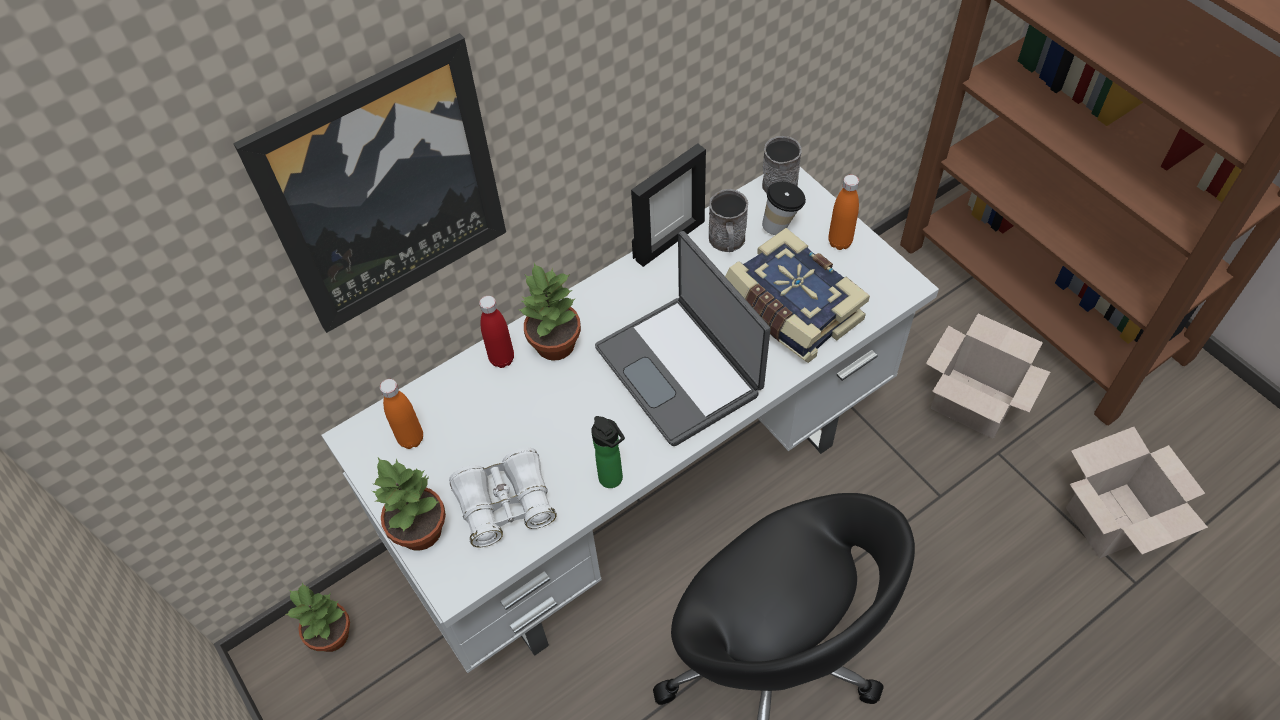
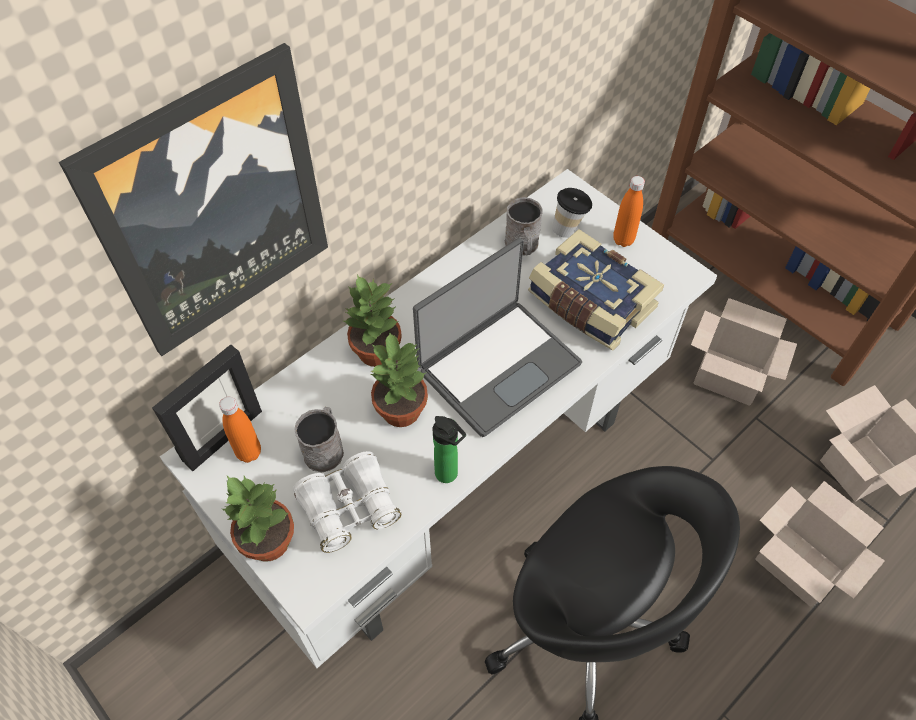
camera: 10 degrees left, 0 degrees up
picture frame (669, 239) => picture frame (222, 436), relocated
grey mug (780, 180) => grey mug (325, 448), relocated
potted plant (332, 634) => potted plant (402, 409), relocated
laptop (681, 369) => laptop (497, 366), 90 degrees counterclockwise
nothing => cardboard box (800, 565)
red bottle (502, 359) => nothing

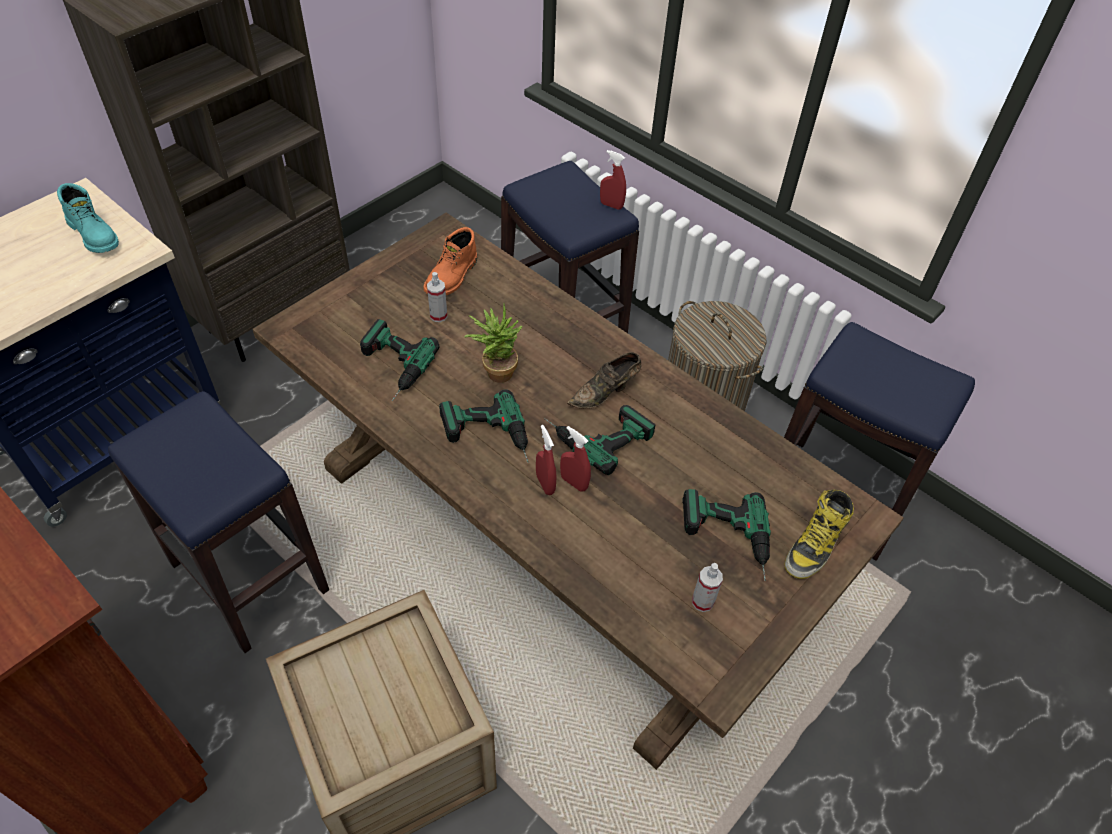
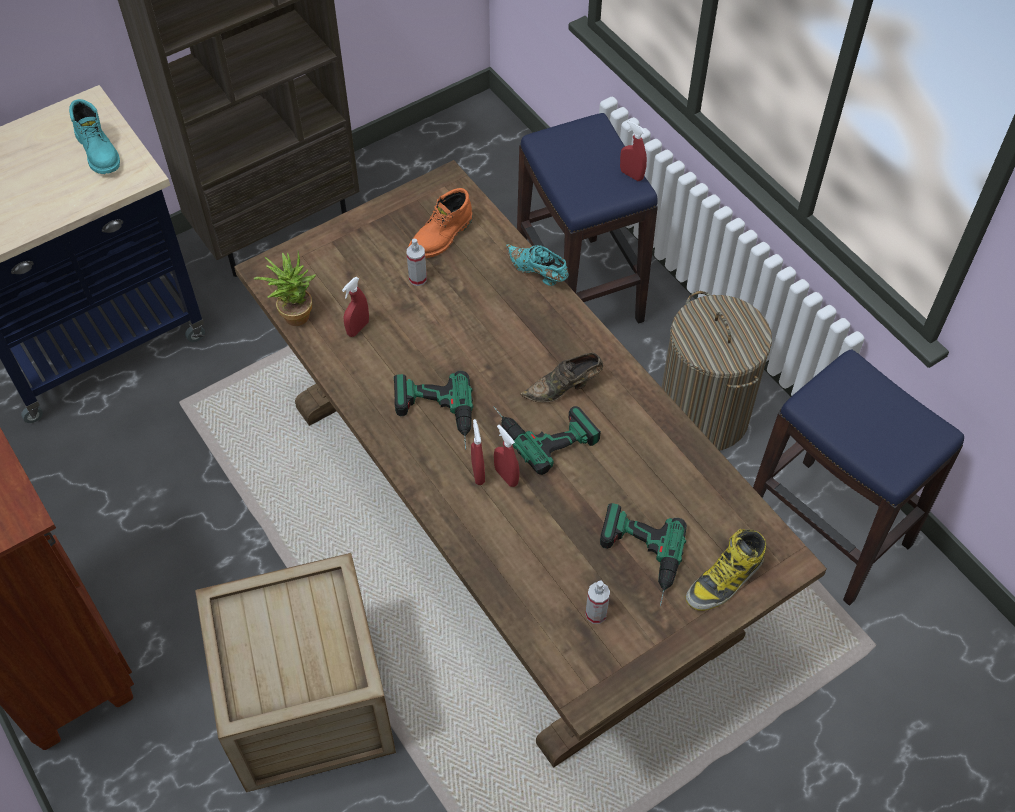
camera: 15 degrees right, 5 degrees up
potted plant (495, 371) => potted plant (293, 313), relocated
power drill (390, 367) => red spray bottle (358, 328)
nothing => turquoise shoe (537, 273)
stool (249, 577) => nothing

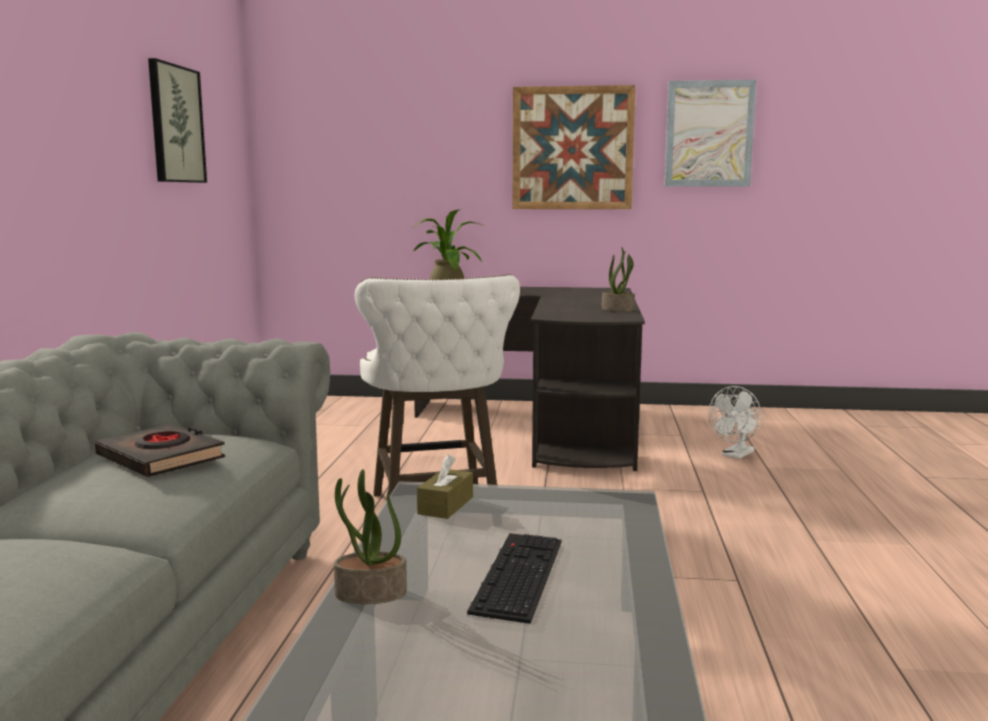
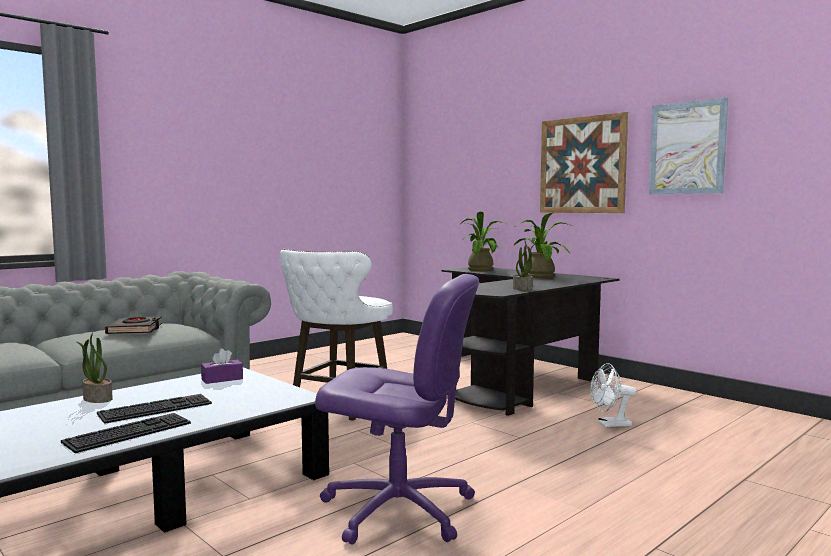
camera: 40 degrees right, 5 degrees down
nothing => keyboard (129, 432)
brown tissue box (445, 505) => purple tissue box (222, 379)
nothing => purple office chair (398, 510)
nothing => potted plant (539, 276)
picture (175, 124) => nothing

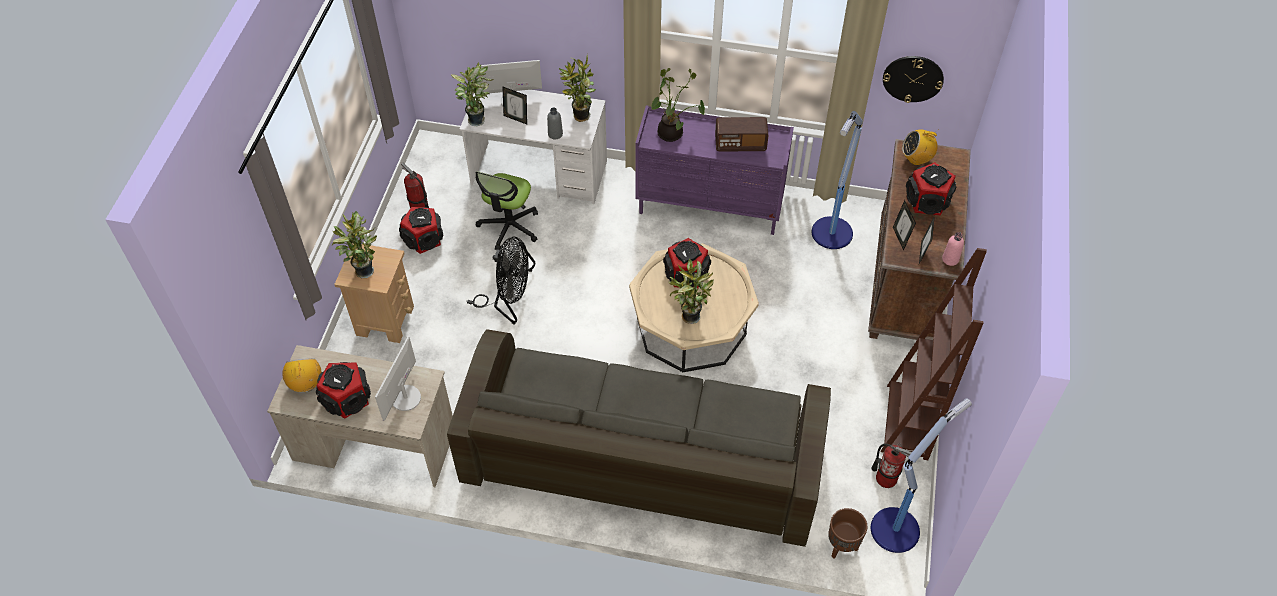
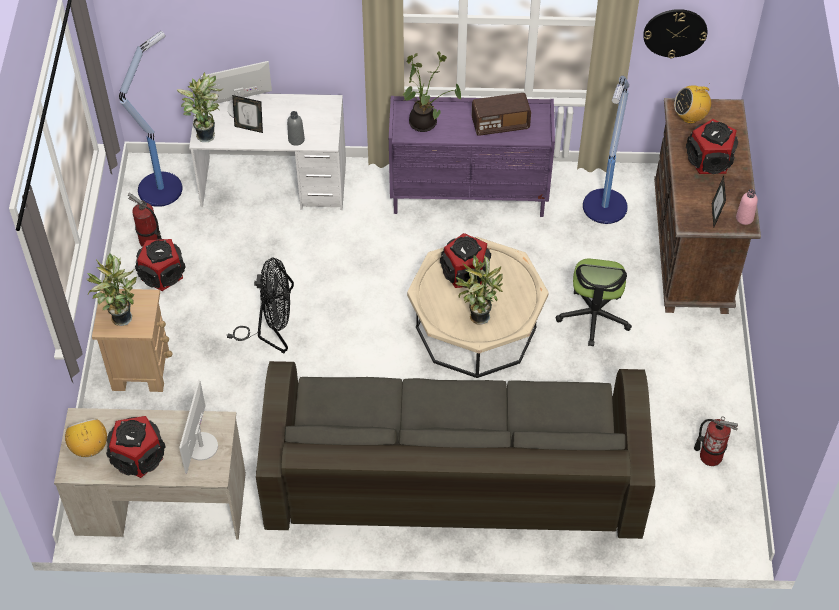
camera: 10 degrees left, 0 degrees up
floor lamp (896, 528) => floor lamp (161, 188), relocated
office chair (509, 227) => office chair (594, 317), relocated
potted plant (579, 117) => nothing
brown planter (841, 546) => nothing
brown bookcase (907, 422) => nothing
picture frame (900, 238) => nothing

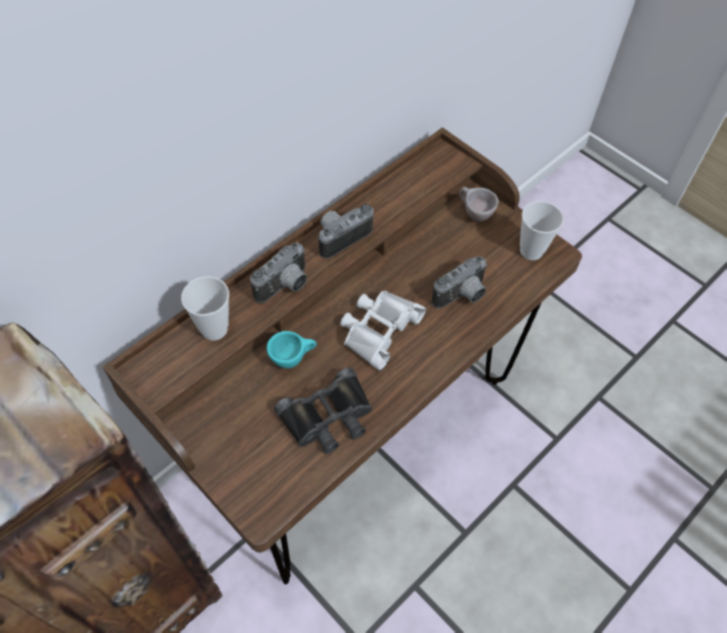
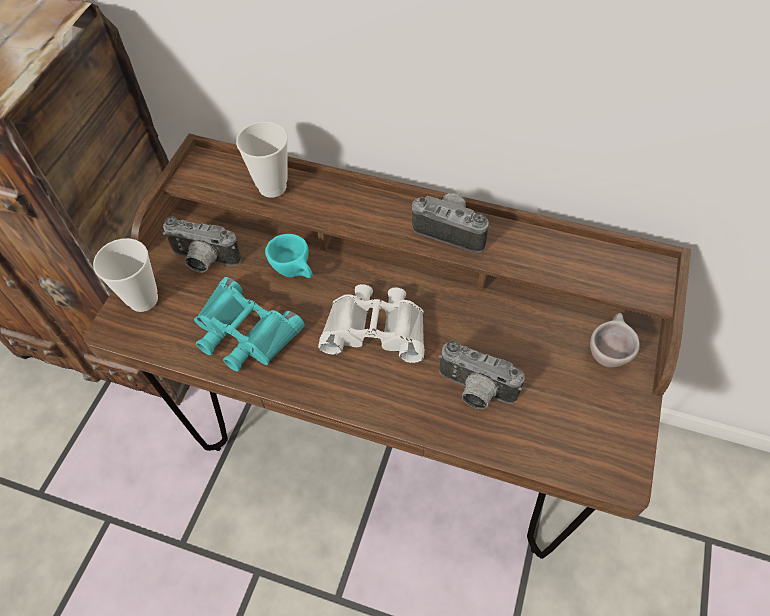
camera: 65 degrees right, 0 degrees up
cup (531, 251) => cup (143, 299), relocated
photo camera (285, 287) => photo camera (203, 261), relocated
black binoculars (328, 417) => turquoise binoculars (244, 333)

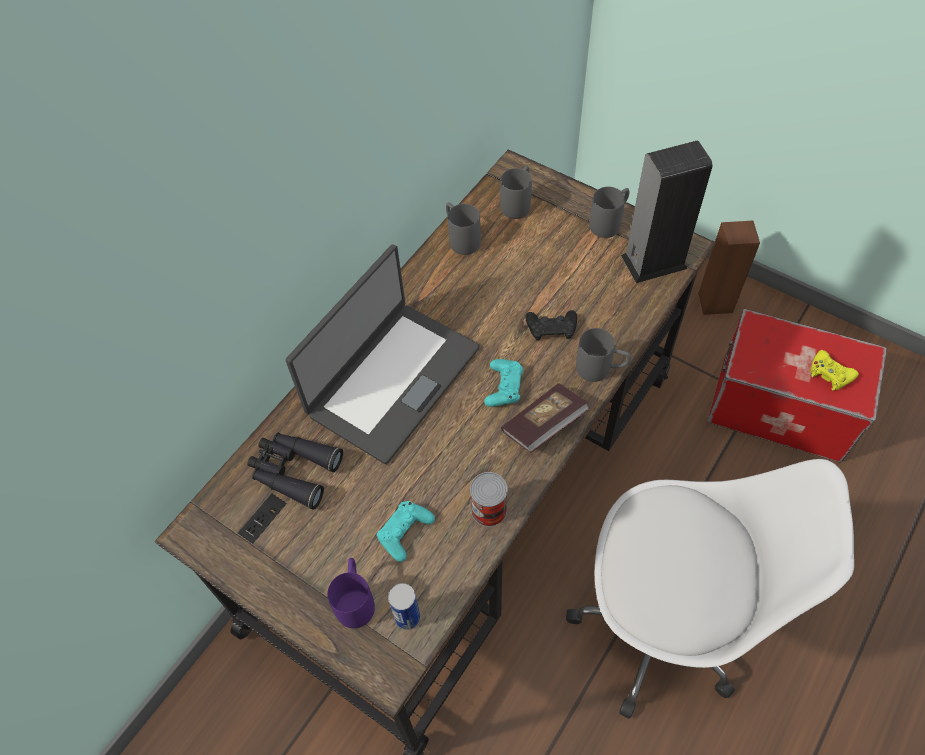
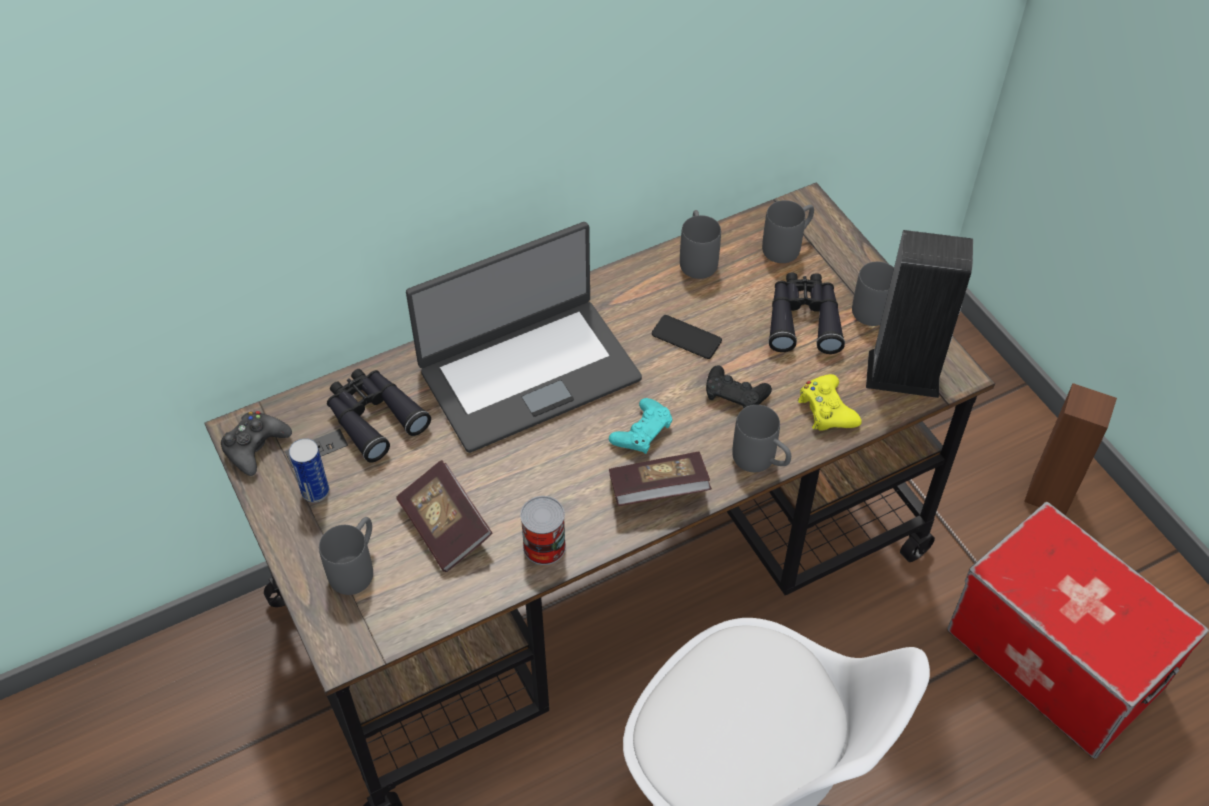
camera: 25 degrees right, 5 degrees down
nothing => black game controller (255, 447)
can (407, 617) => can (315, 492), relocated
purple mug (355, 599) => grey mug (357, 567)
turquoise game controller (405, 532) => book (445, 527)
nothing => phone (686, 337)
nothing => black binoculars (803, 319)
yellow game controller (829, 374) => yellow game controller (826, 410), relocated

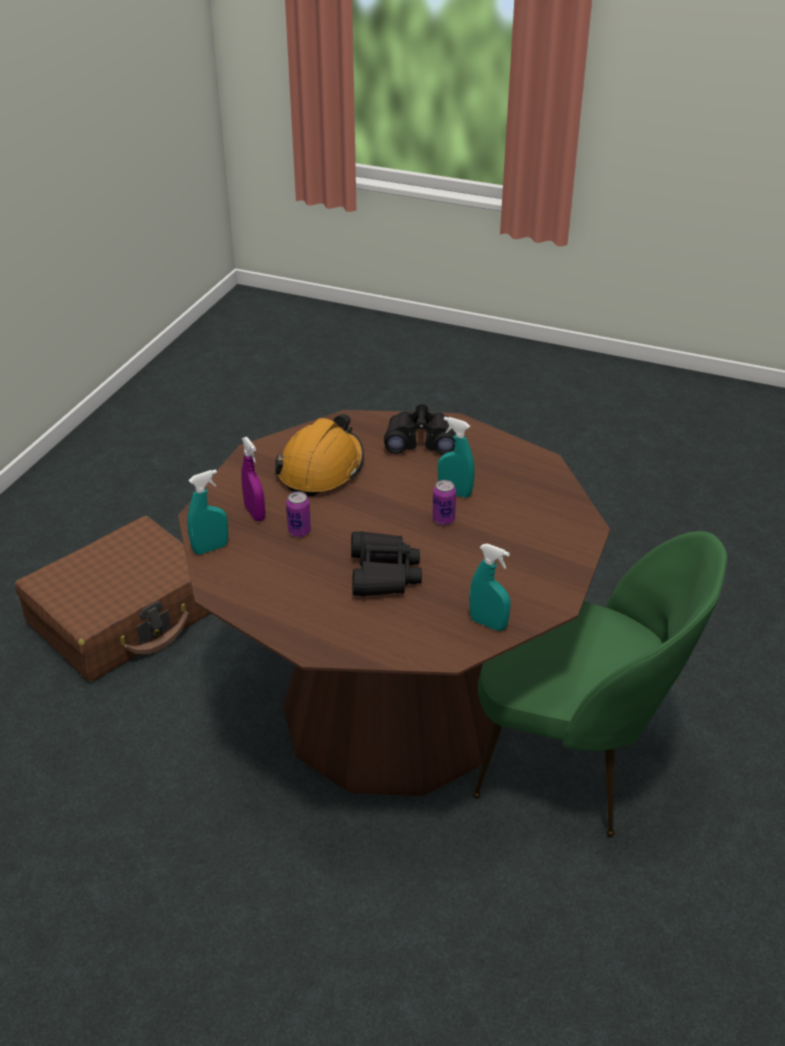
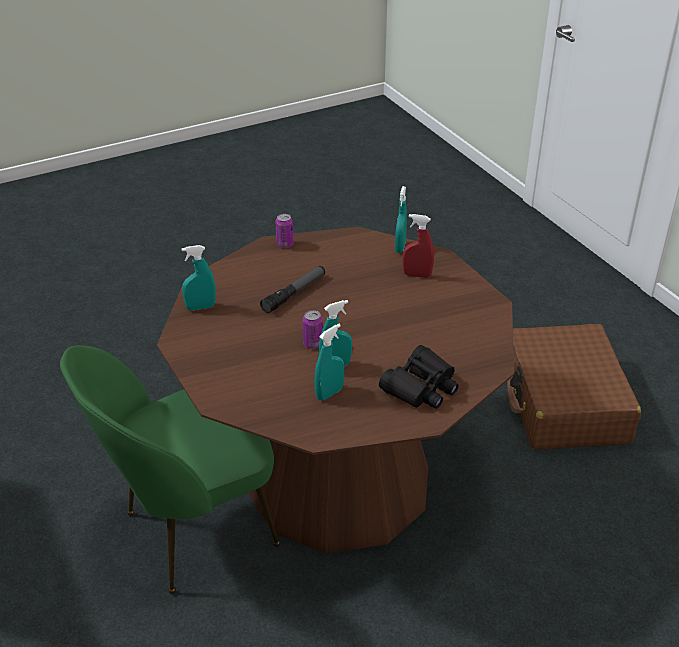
camera: 130 degrees right, 0 degrees up
black binoculars (383, 574) => flashlight (294, 293)
can (299, 531) => can (285, 244), relocated
nothing => turquoise spray bottle (329, 393)
purple spray bottle (255, 513) => red spray bottle (417, 275)
orange hard hat (321, 468) => nothing

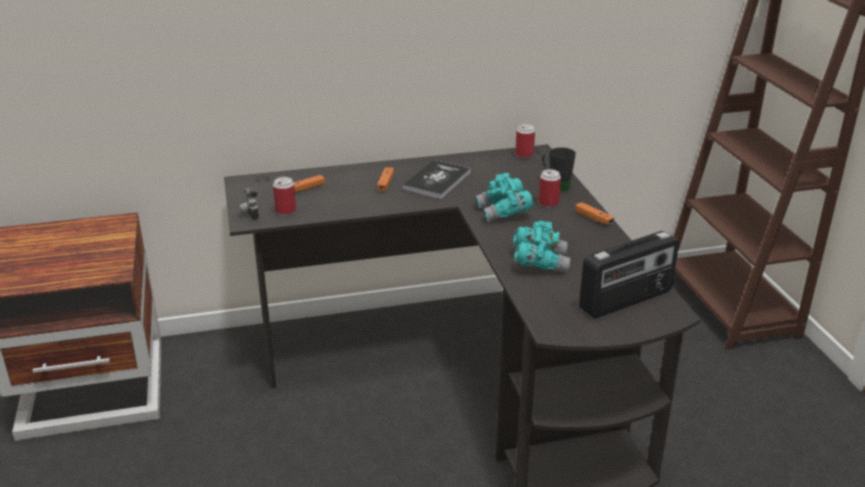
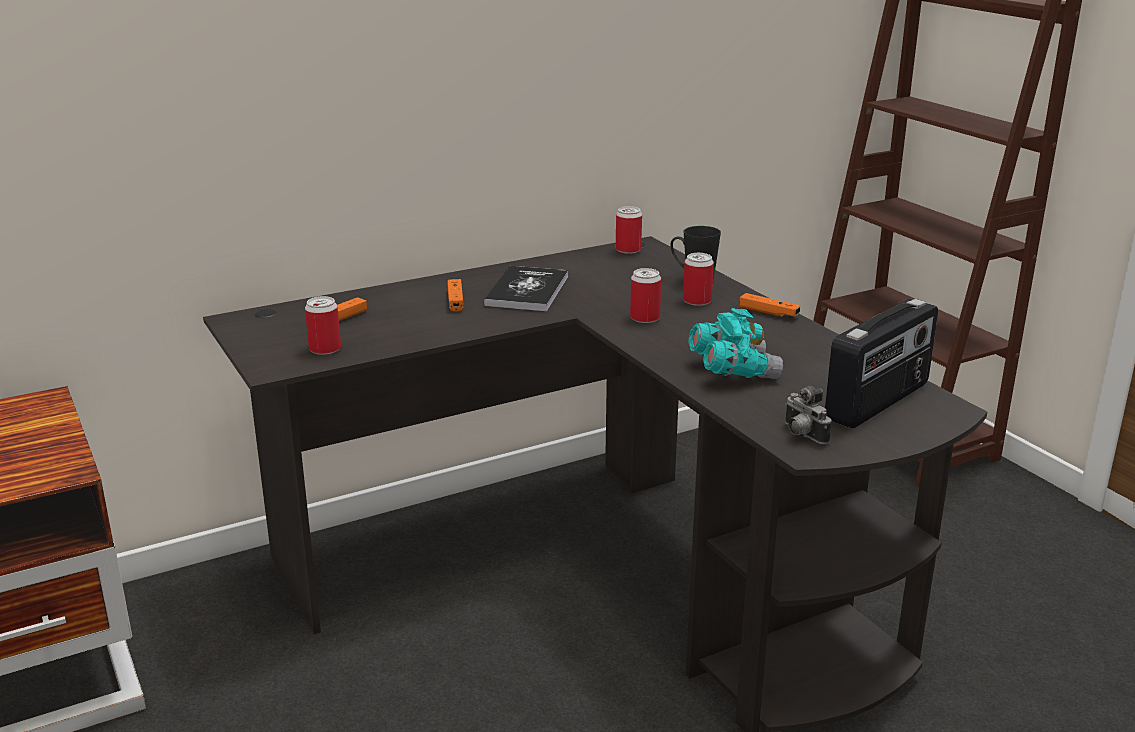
camera: 15 degrees left, 5 degrees down
turquoise binoculars (504, 212) => can (644, 318)
photo camera (250, 214) => photo camera (801, 435), relocated

